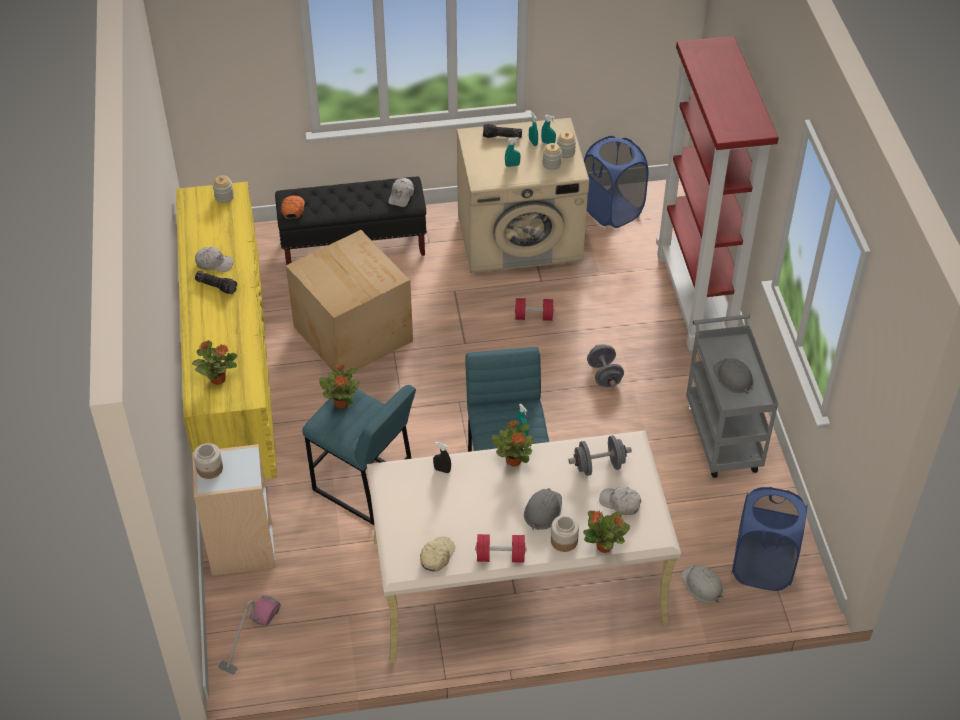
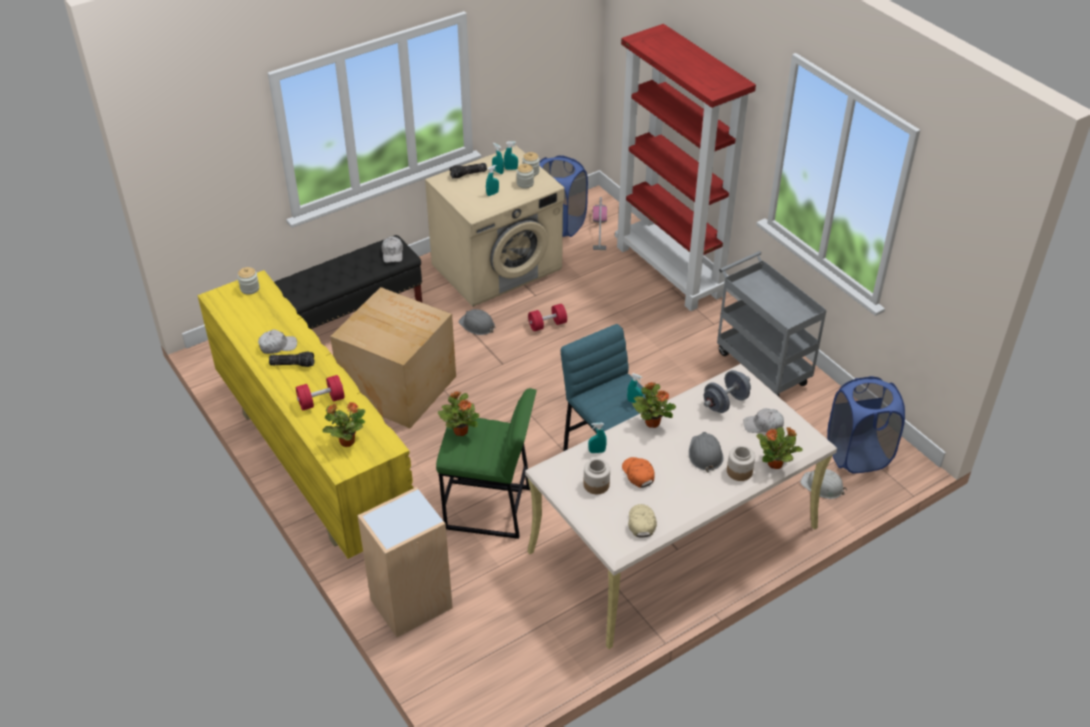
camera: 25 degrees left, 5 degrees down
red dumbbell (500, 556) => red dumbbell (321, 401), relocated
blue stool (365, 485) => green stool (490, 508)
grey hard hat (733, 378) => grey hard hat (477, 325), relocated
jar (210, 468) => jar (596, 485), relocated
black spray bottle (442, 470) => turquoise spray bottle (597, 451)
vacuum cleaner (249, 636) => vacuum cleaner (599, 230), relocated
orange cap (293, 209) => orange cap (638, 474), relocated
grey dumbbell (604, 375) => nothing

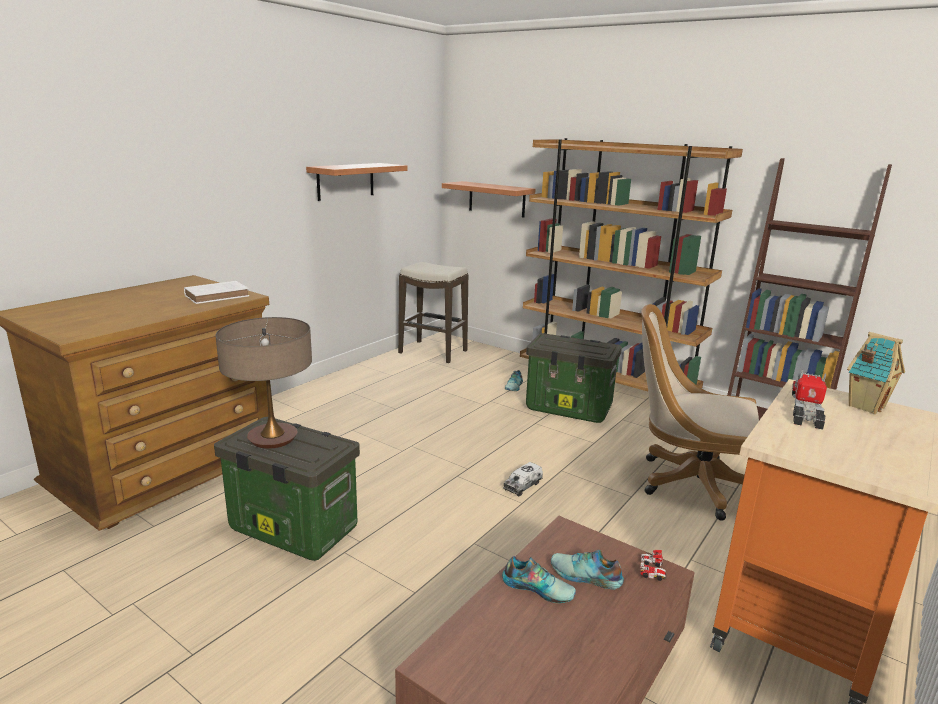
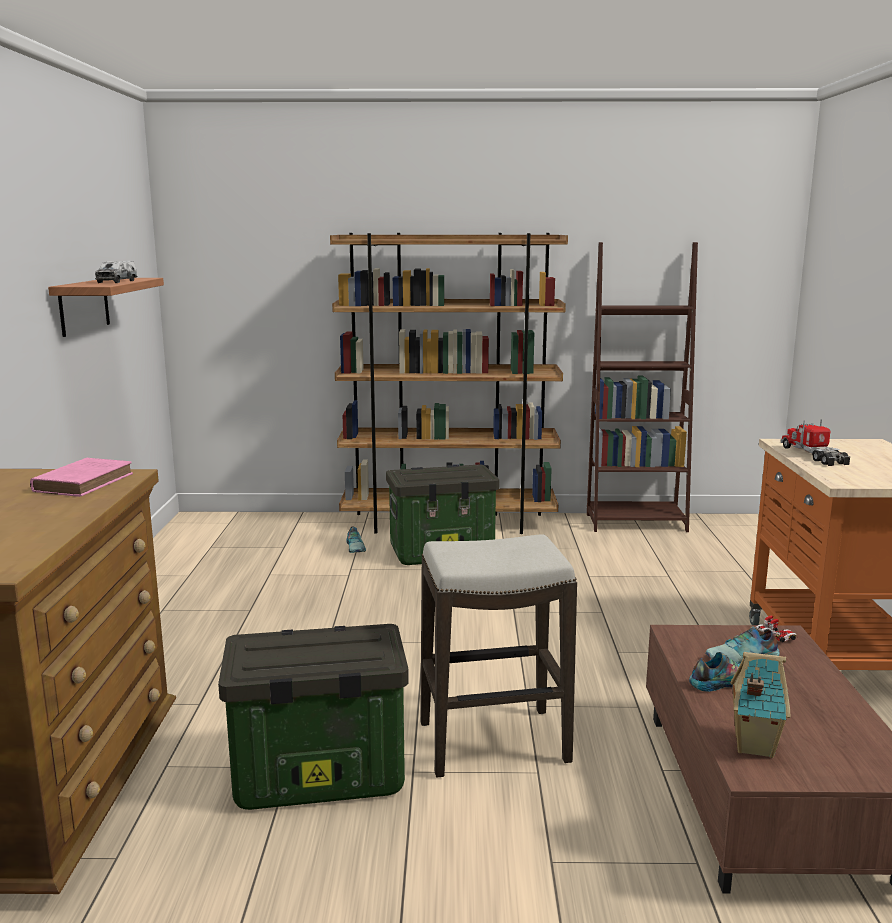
camera: 35 degrees left, 5 degrees down
white book (218, 296) => pink book (85, 482)
toy truck (523, 486) => toy truck (117, 281), relocated
stool (433, 352) => stool (493, 742), relocated
toy house (865, 406) => toy house (752, 745), relocated
table lamp (272, 438) => nothing
shelf (496, 199) => nothing
office chair (689, 483) => nothing

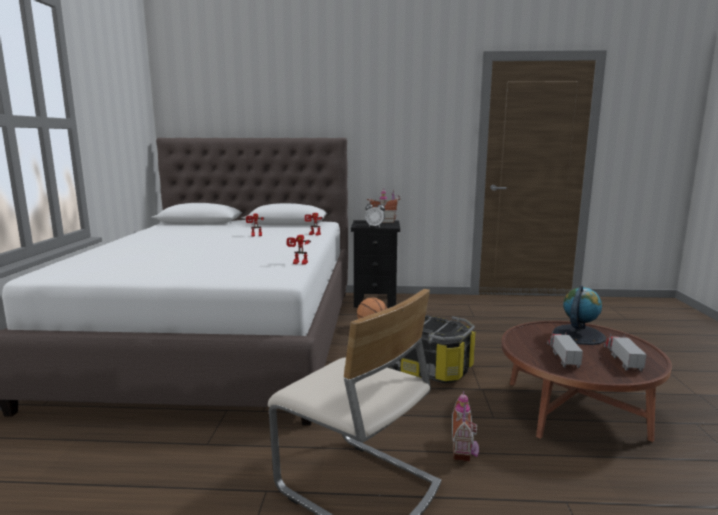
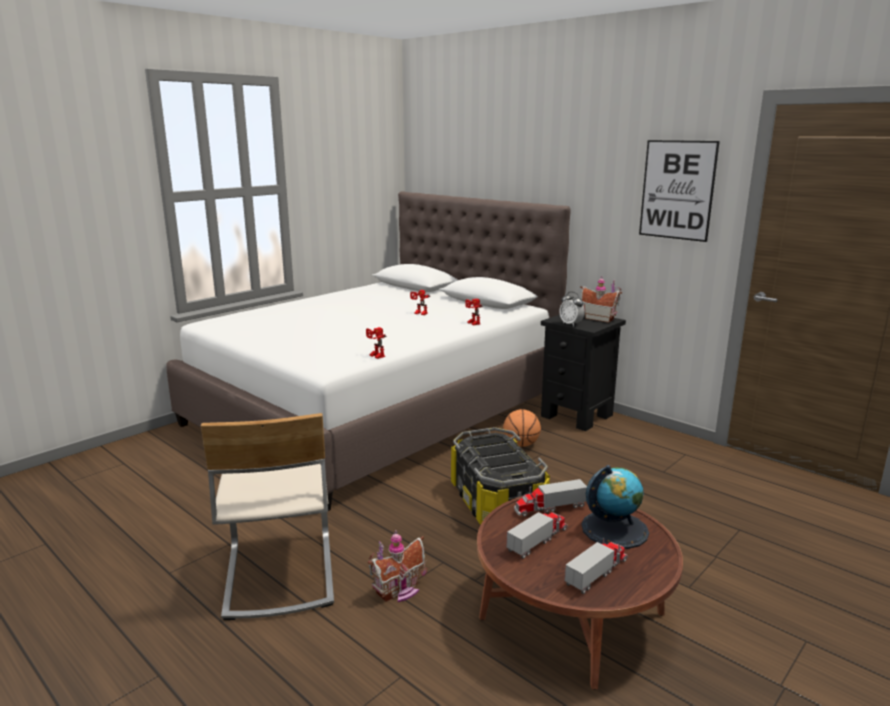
camera: 40 degrees right, 5 degrees up
nothing => toy truck (549, 507)
nothing => picture (677, 190)

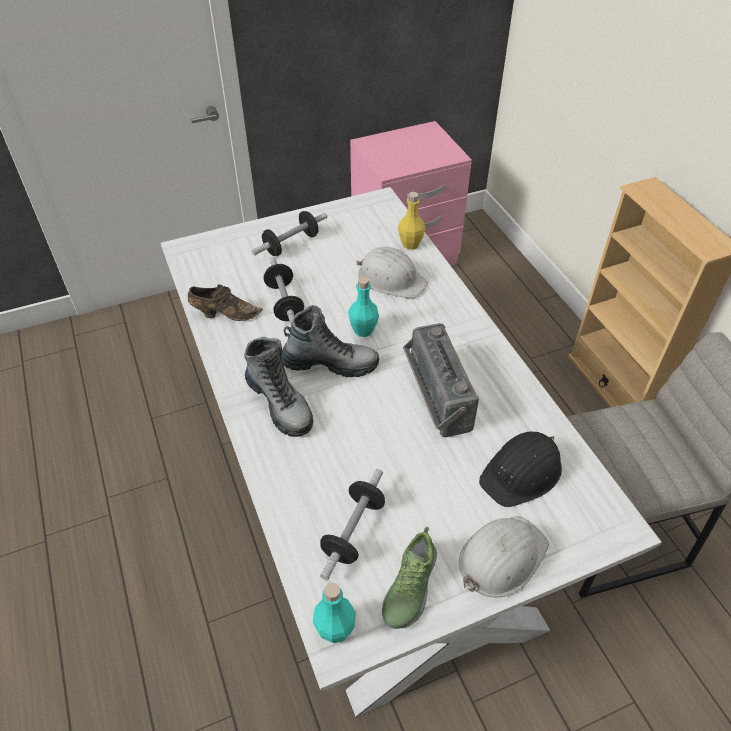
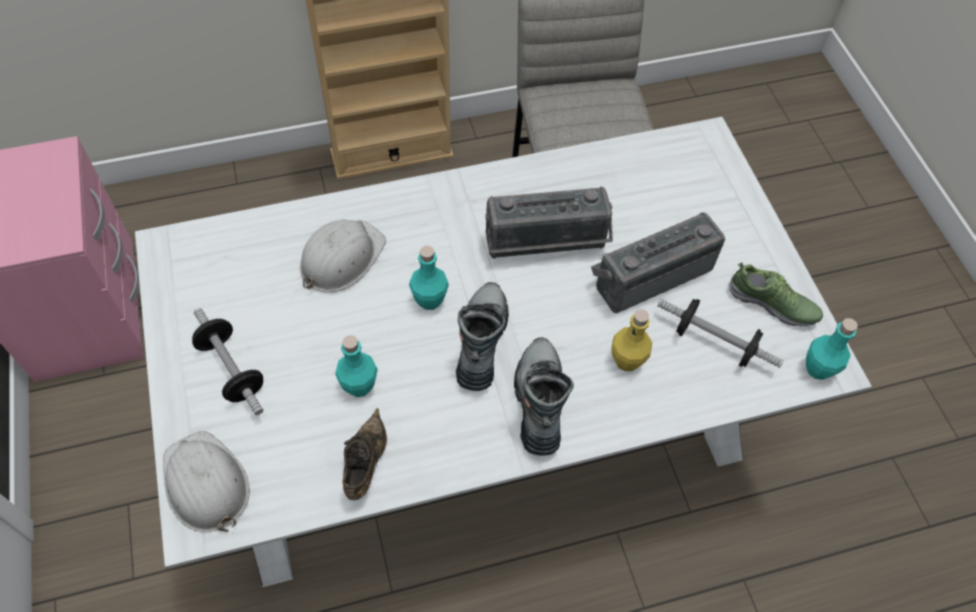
camera: 85 degrees left, 10 degrees up
white hard hat (501, 557) => white hard hat (205, 484), relocated
dumbbell (284, 303) => turquoise bottle (359, 386)
boot (280, 403) => boot (539, 401), 60 degrees counterclockwise
nothing => radio (650, 274)
yellow bottle (410, 244) => yellow bottle (627, 361), relocated
black hard hat (522, 472) => nothing

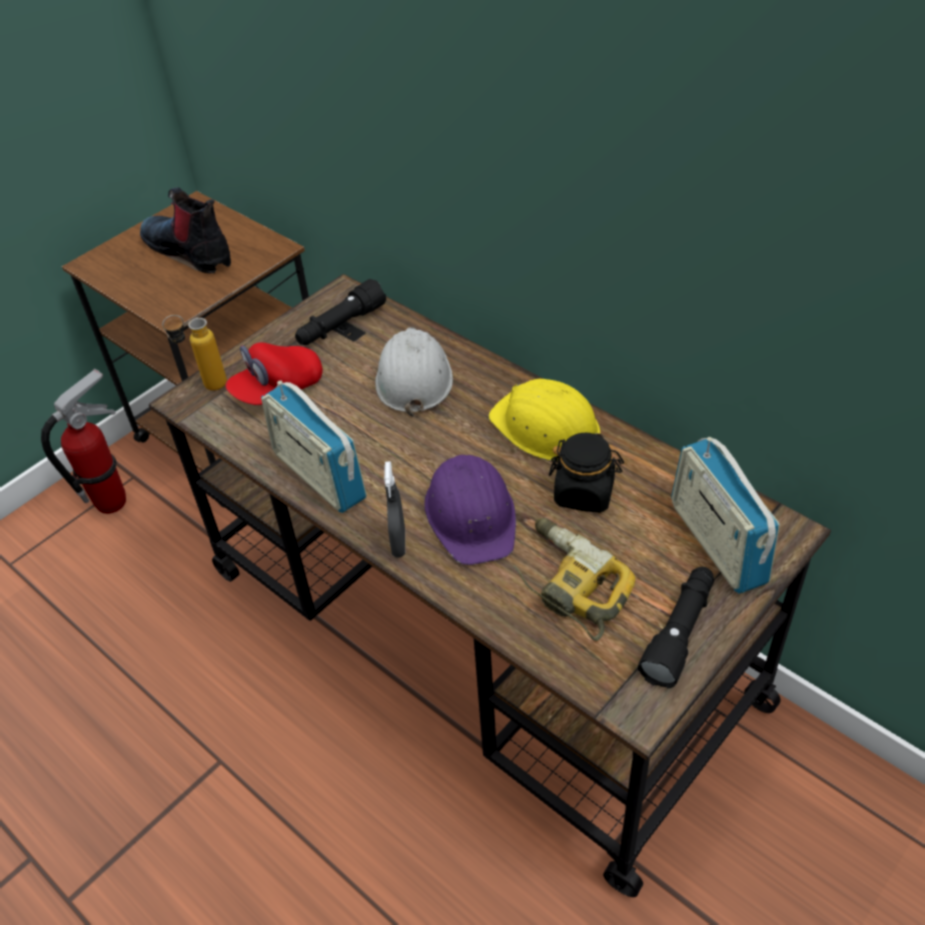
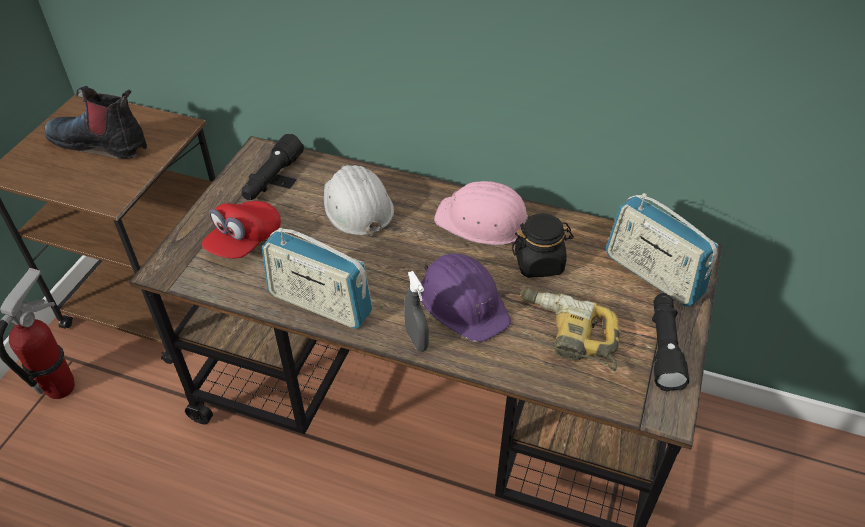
camera: 25 degrees left, 0 degrees up
yellow hard hat (546, 428) => pink hard hat (483, 221)
bottle (206, 386) => nothing

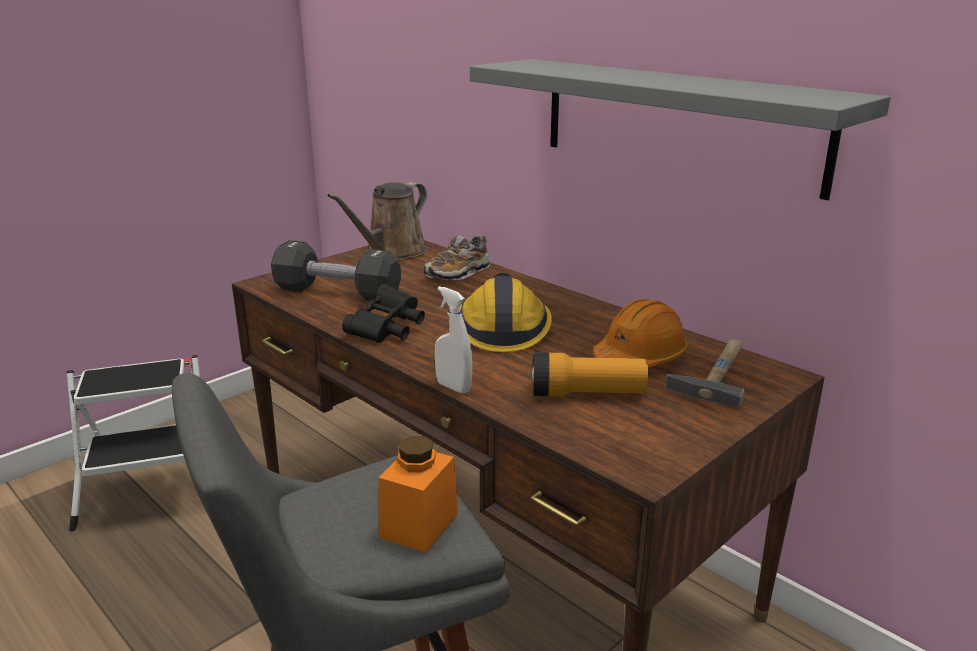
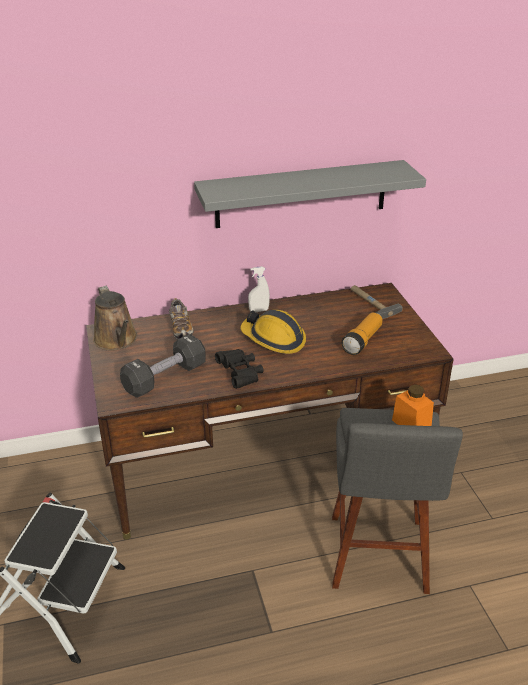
camera: 60 degrees left, 10 degrees up
white spray bottle (453, 387) => white spray bottle (259, 310), relocated
orange hard hat (640, 357) => nothing

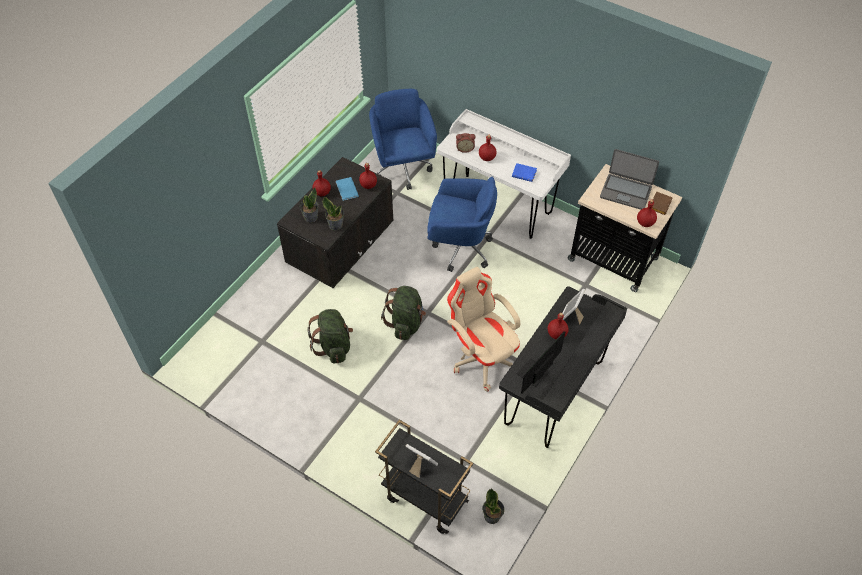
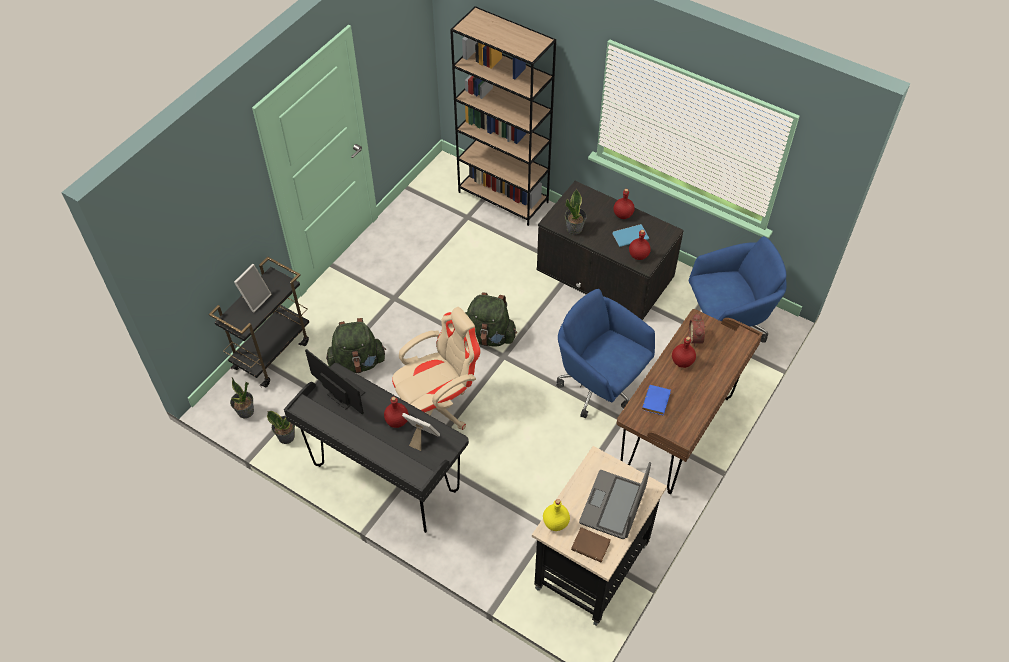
camera: 90 degrees right, 0 degrees up
potted plant (310, 217) => potted plant (286, 436), relocated
green backpack (334, 346) => green backpack (357, 362), relocated
nothing => beige bookcase (504, 197)
red bottle (645, 222) => yellow bottle (556, 522)
blue office chair (460, 249) => blue office chair (599, 389), 120 degrees clockwise
white desk (498, 206) => brown desk (677, 433)

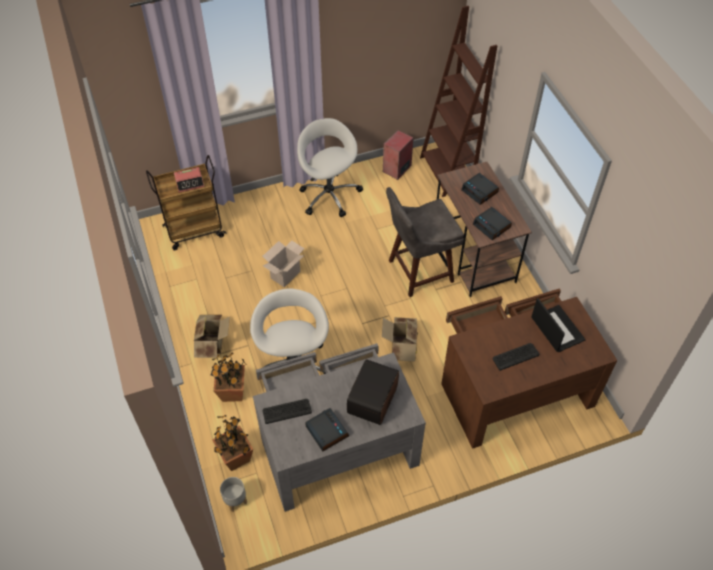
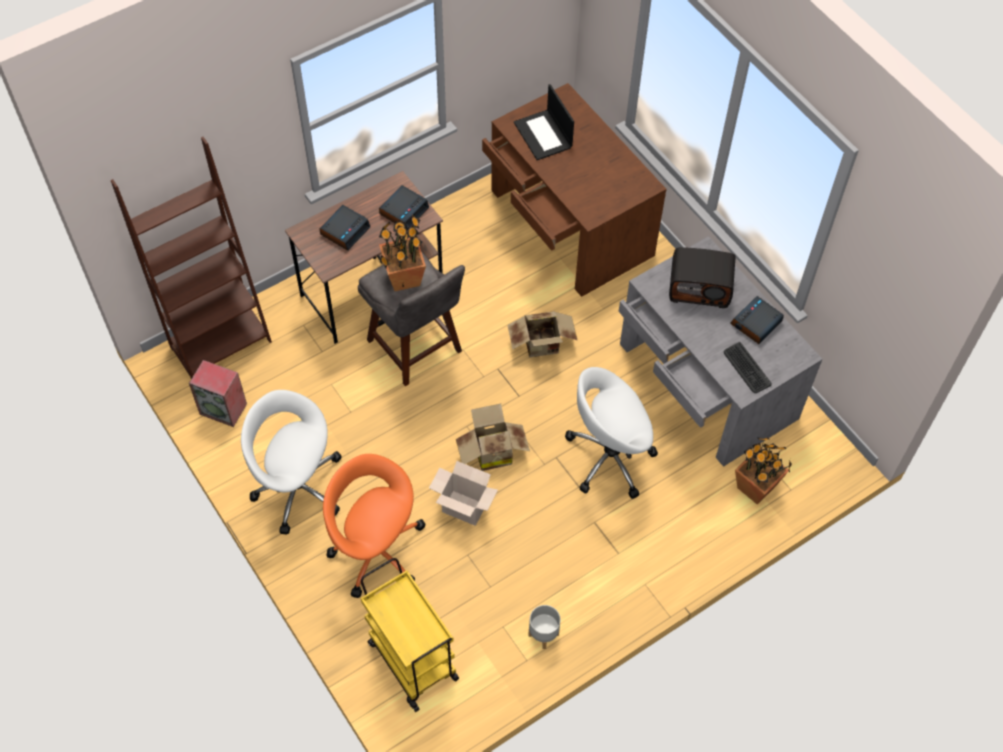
camera: 105 degrees left, 5 degrees up
white office chair (329, 195) => white office chair (297, 488), 75 degrees clockwise
nothing => orange office chair (376, 551)
brown cart (195, 231) => yellow cart (412, 660)
potted plant (233, 392) => potted plant (403, 278), relocated
cardboard box (213, 343) => cardboard box (491, 452), relocated
laptop (556, 328) => laptop (543, 135), 75 degrees counterclockwise
grey planter (235, 500) => grey planter (543, 635), relocated
alarm clock (189, 182) => nothing
keyboard (515, 356) => nothing

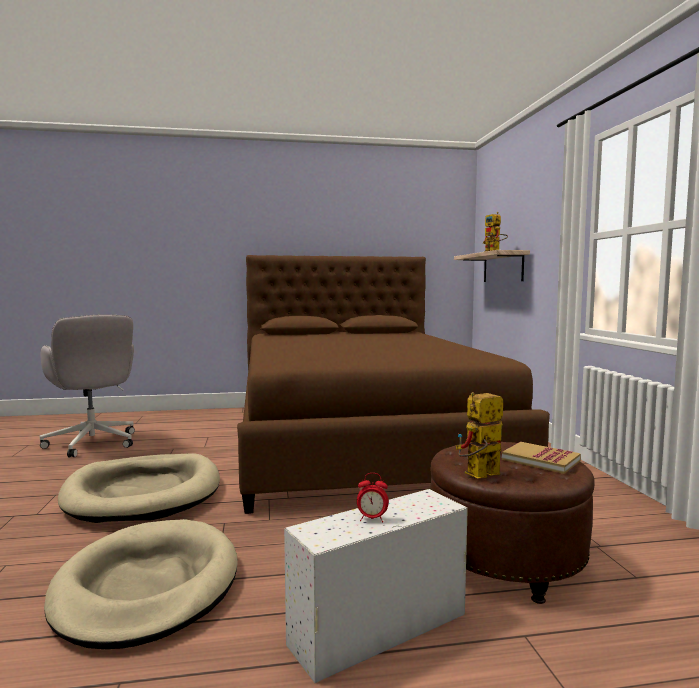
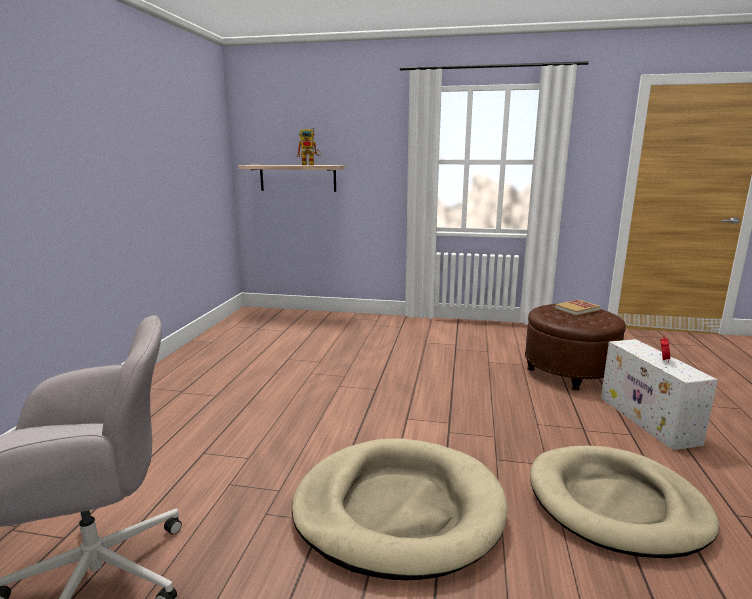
camera: 70 degrees left, 10 degrees up
brown bed (360, 439) => nothing
toy robot (479, 476) => nothing

